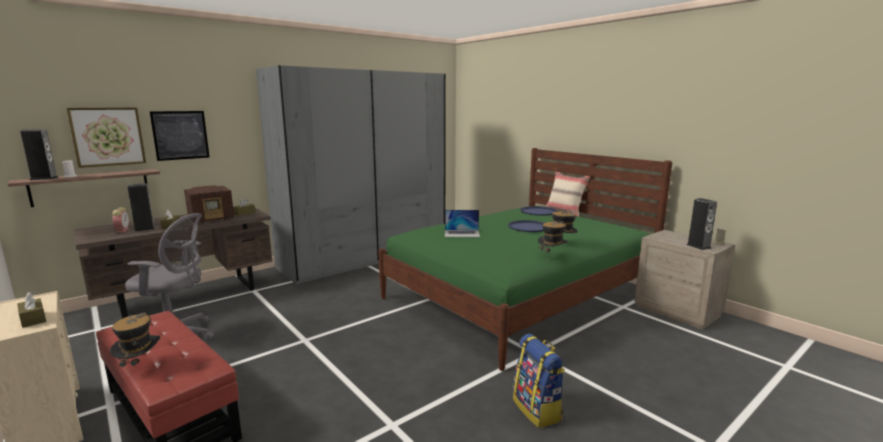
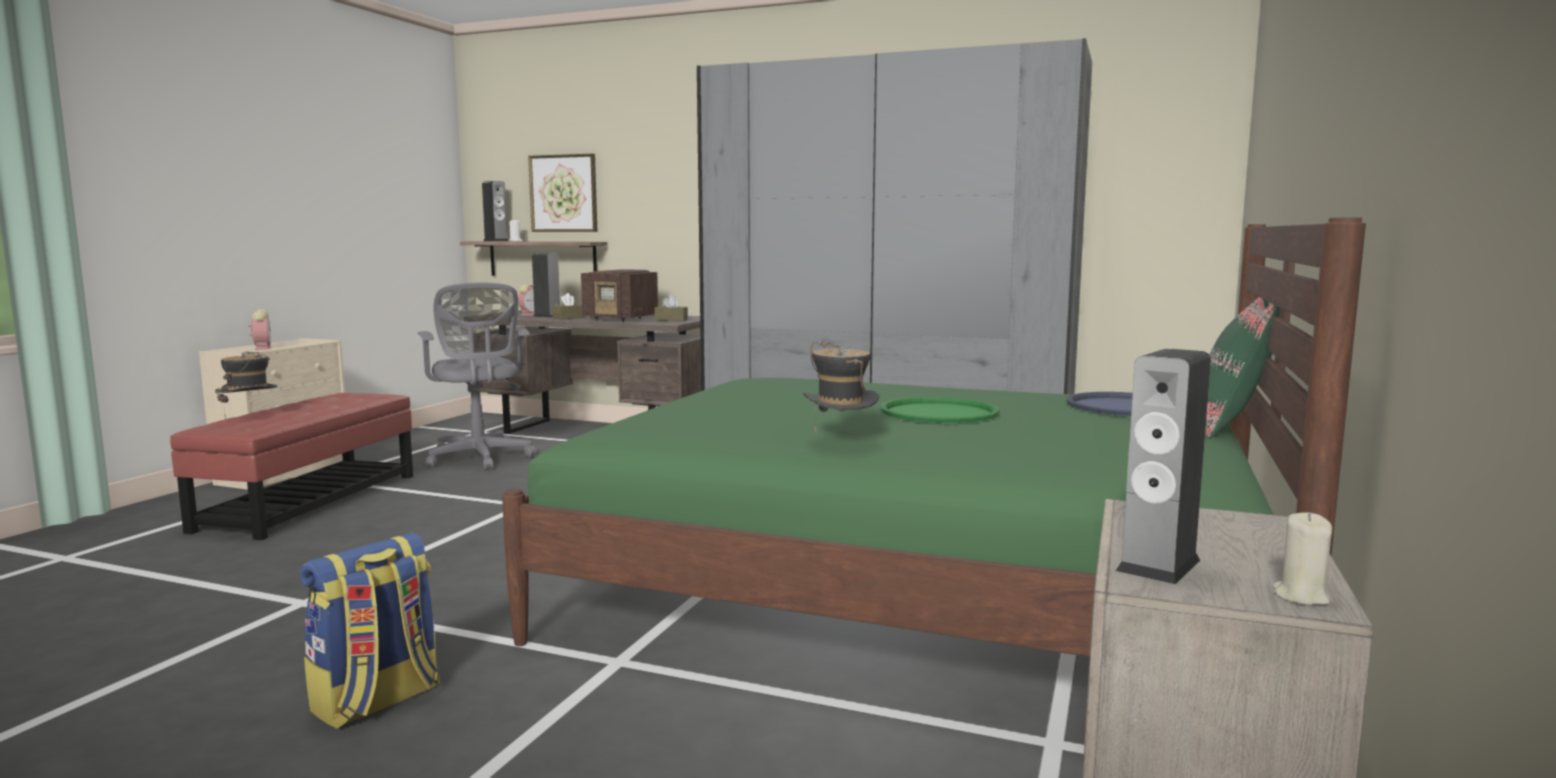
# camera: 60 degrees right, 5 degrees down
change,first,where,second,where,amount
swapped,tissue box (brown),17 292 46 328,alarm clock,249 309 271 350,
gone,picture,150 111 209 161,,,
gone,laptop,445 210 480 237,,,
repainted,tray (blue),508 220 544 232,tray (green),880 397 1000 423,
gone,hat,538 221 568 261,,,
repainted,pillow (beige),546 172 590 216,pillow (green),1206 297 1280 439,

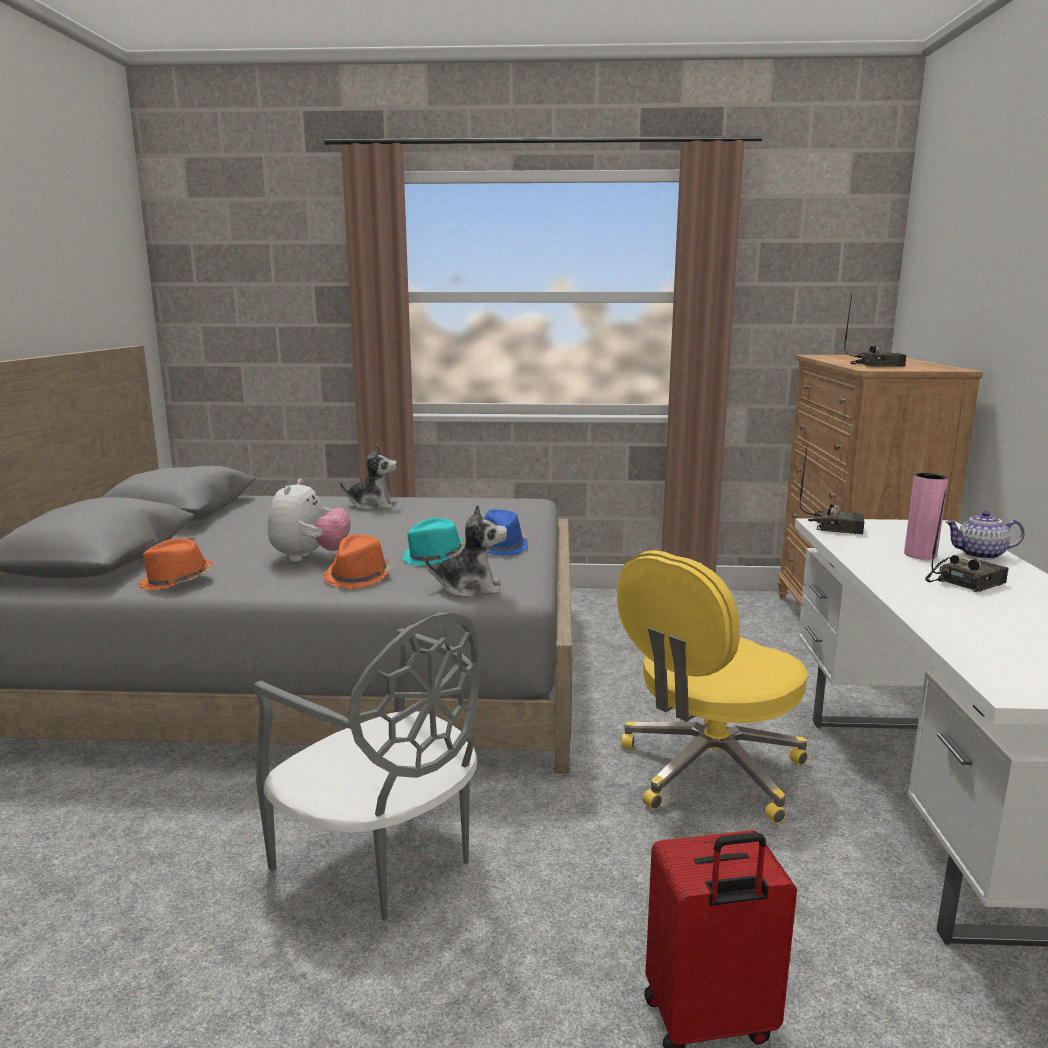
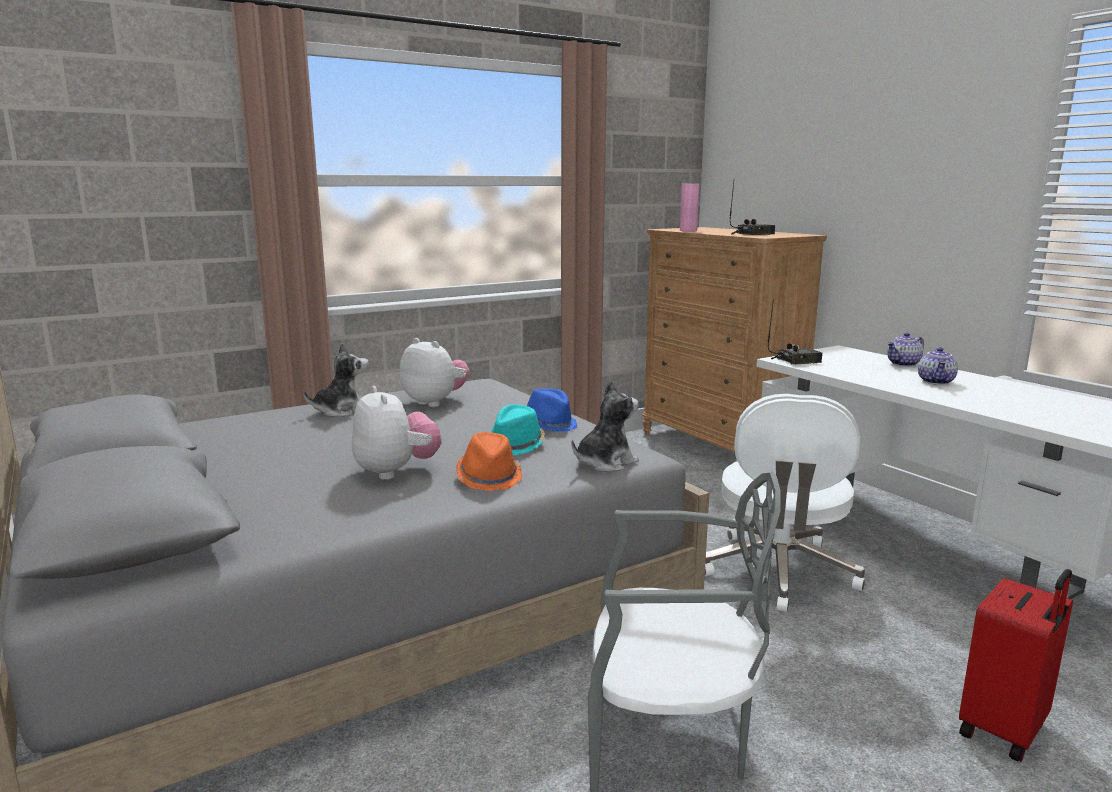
# camera: 35 degrees left, 0 degrees up
change,first,where,second,where,amount
gone,hat (orange),138 538 213 590,,,
repainted,office chair (yellow),617 550 808 824,office chair (white),705 394 865 612,
shifted,vase (pink),904 473 948 560,,680 183 699 232,
swapped,radio,925 489 1009 592,teapot,918 347 958 385,
new,,,plush toy,400 338 469 407,

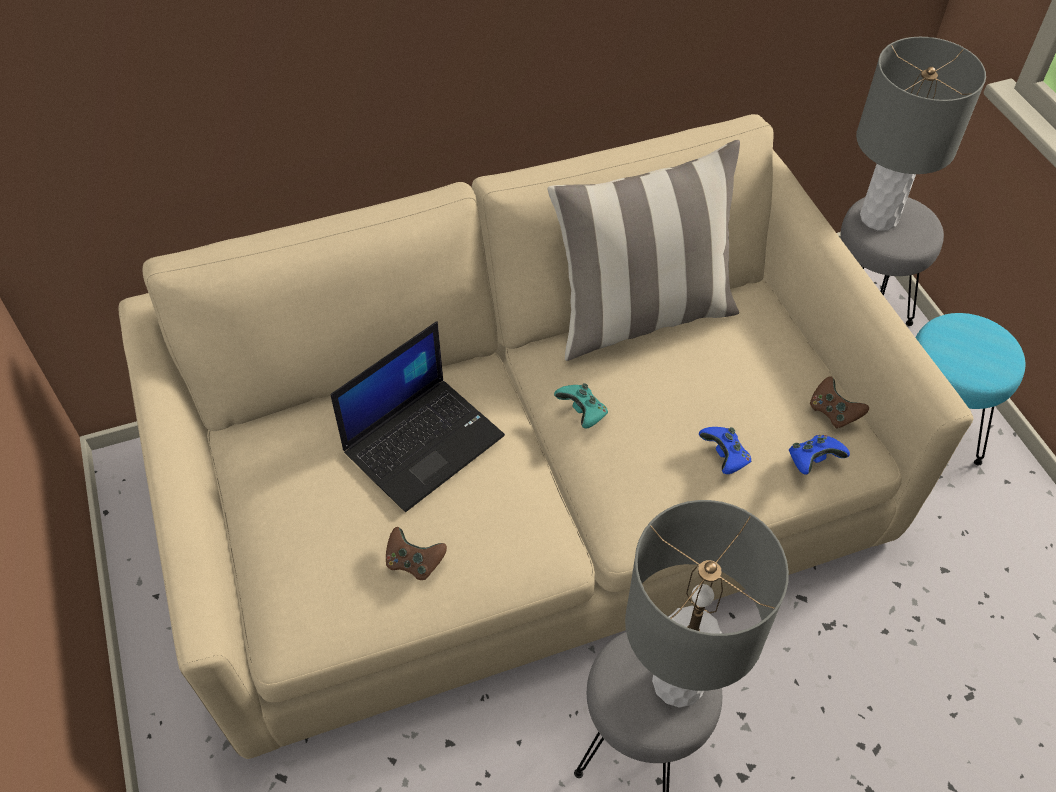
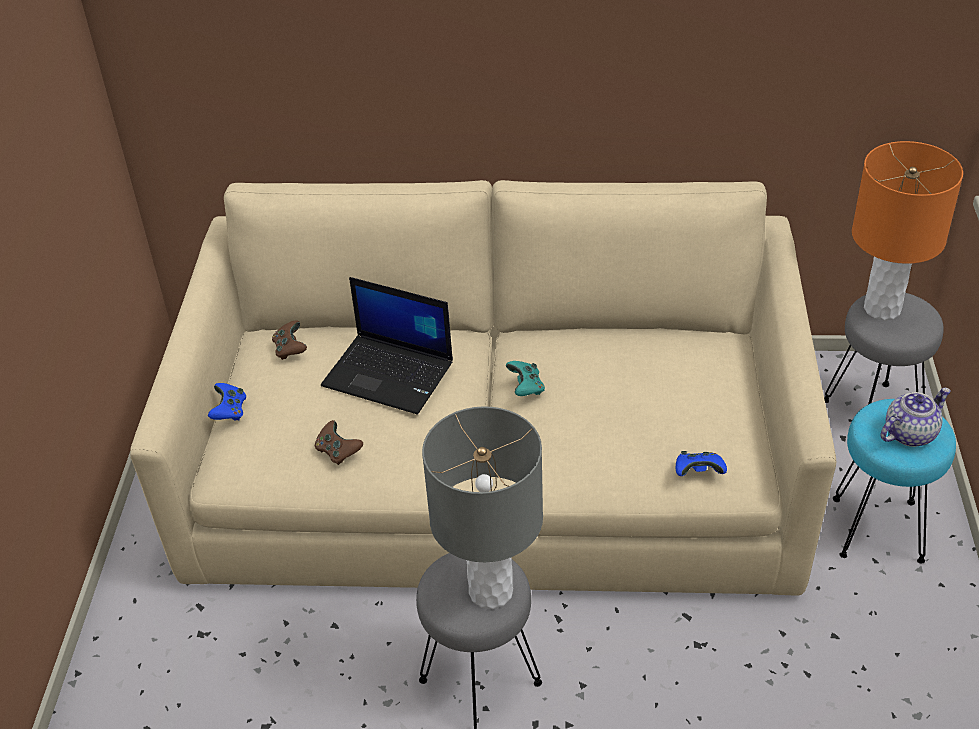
# camera: 25 degrees right, 10 degrees down
change,first,where,second,where,amount
rotated,laptop,331 321 505 512,,321 277 453 415,45 degrees clockwise
gone,pillow,547 140 740 361,,,
shifted,game controller (blue),699 427 751 474,,208 383 246 421,
shifted,game controller (brown),810 376 869 429,,272 320 307 360,
repainted,table lamp (grey),856 37 986 231,table lamp (orange),852 141 963 320,
new,,,teapot,880 388 951 447,

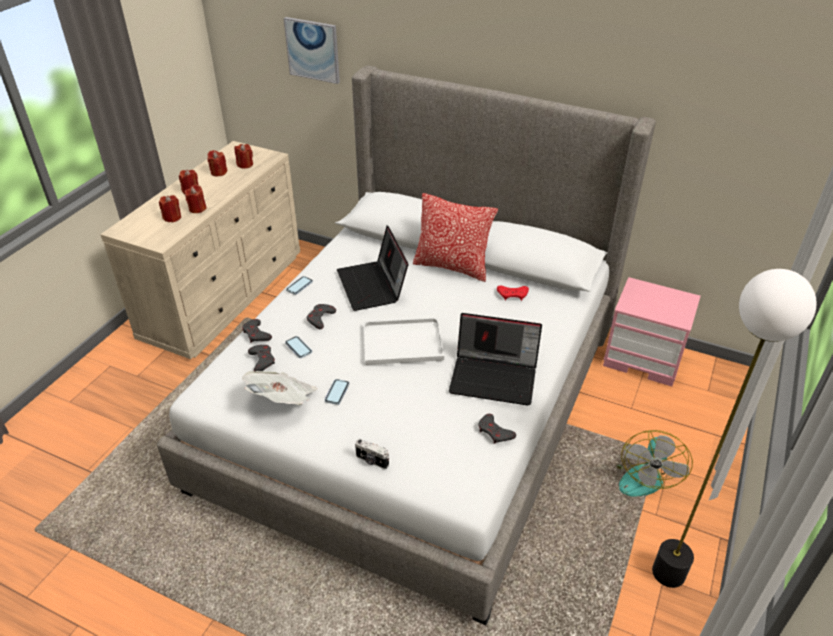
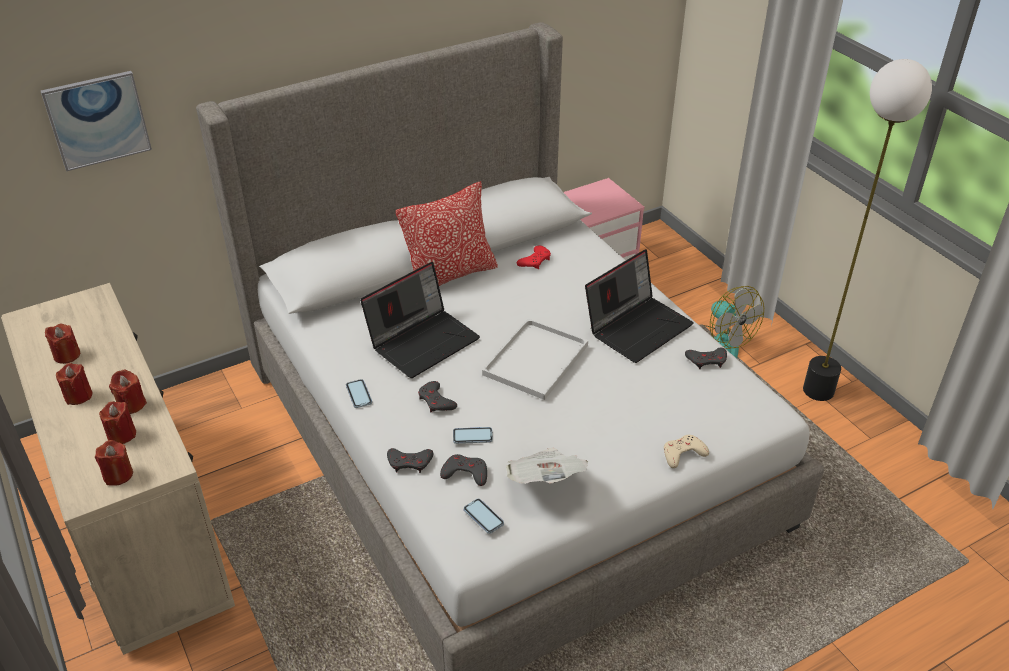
# camera: 55 degrees left, 0 degrees up
change,first,where,second,where,amount
shifted,candle (red),234 144 253 168,,95 440 133 486,
shifted,phone,325 379 349 405,,464 499 504 534,
rotated,laptop,337 225 408 311,,360 262 480 378,60 degrees counterclockwise
swapped,photo camera,355 439 389 469,game controller (beige),664 435 709 468,

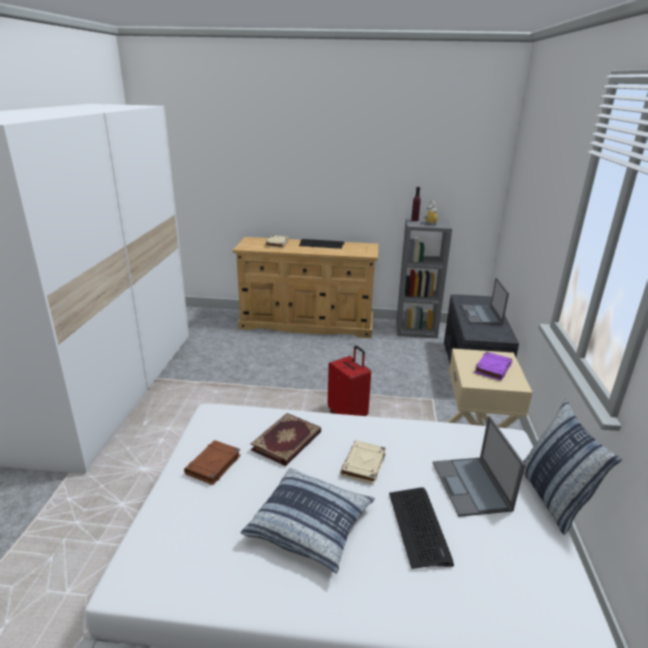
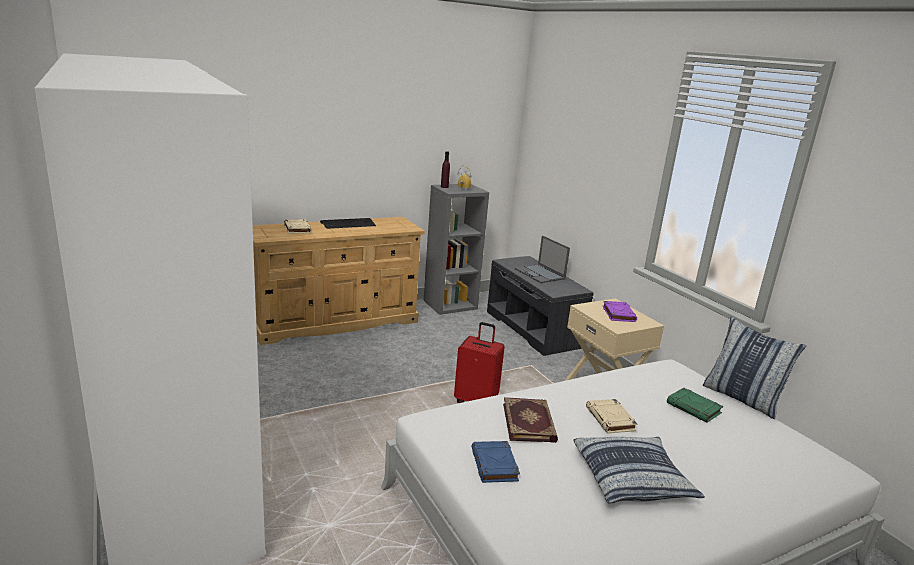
# camera: 35 degrees left, 5 degrees down
change,first,where,second,where,amount
repainted,book (brown),184 440 241 485,book (blue),472 441 520 483,
gone,keyboard,389 487 454 569,,,
swapped,laptop,433 416 525 517,book (green),667 388 723 423,

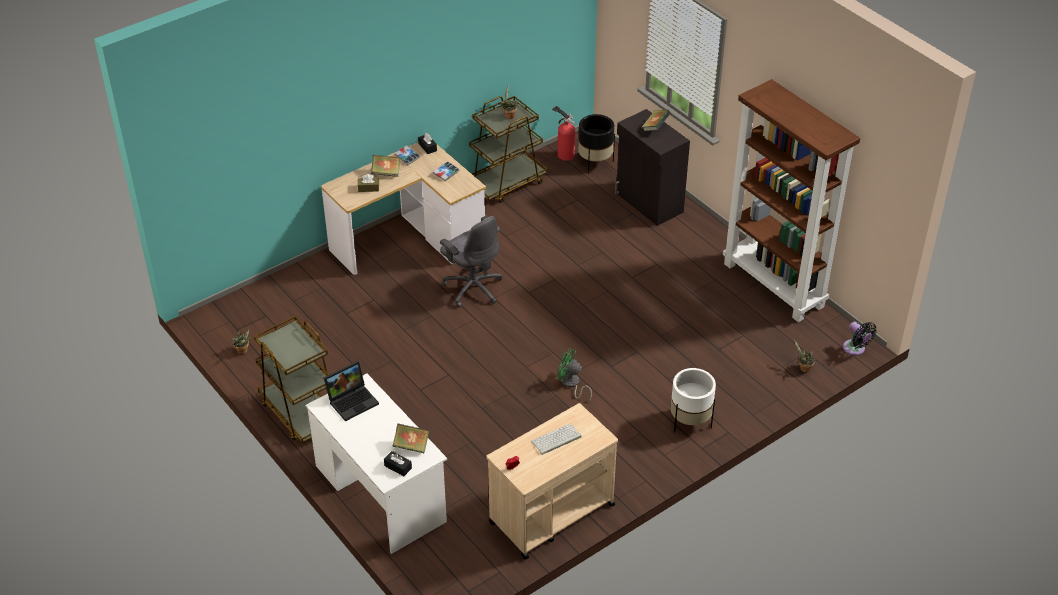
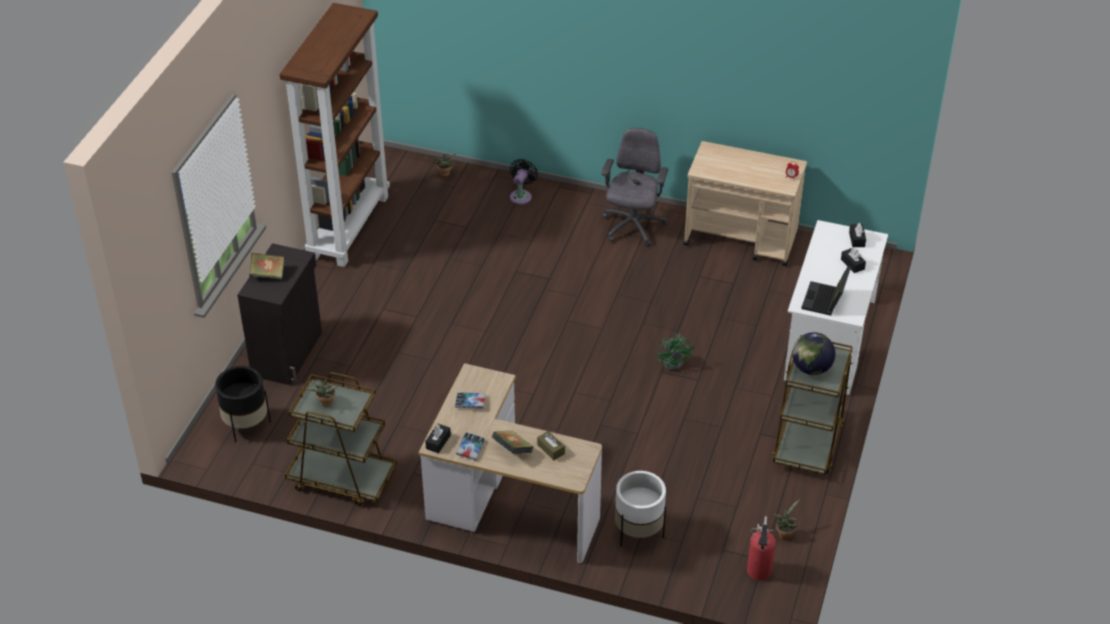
# camera: 125 degrees left, 0 degrees up
change,first,where,second,where,amount
rotated,laptop,323 361 379 421,,801 266 851 316,90 degrees counterclockwise
gone,book,392 424 429 453,,,
shifted,office chair (grey),440 216 502 308,,601 128 668 247,
gone,keyboard,531 424 581 455,,,
shifted,fire extinguisher,552 106 575 161,,747 516 776 580,
shifted,fan (green),558 348 592 402,,657 334 693 371,
shifted,planter (white),670 368 716 433,,615 471 666 547,
shifted,fan (black),843 322 877 356,,510 159 538 205,
new,,,globe,792 332 835 375,
new,,,tissue box (black),841 247 866 273,

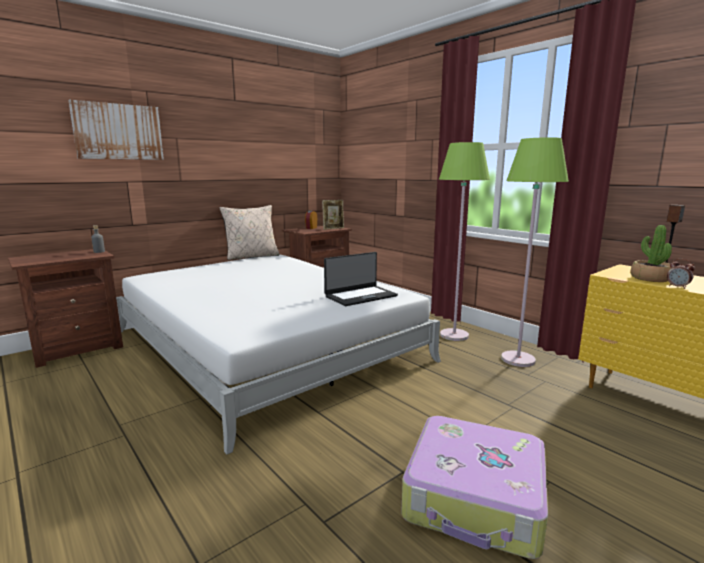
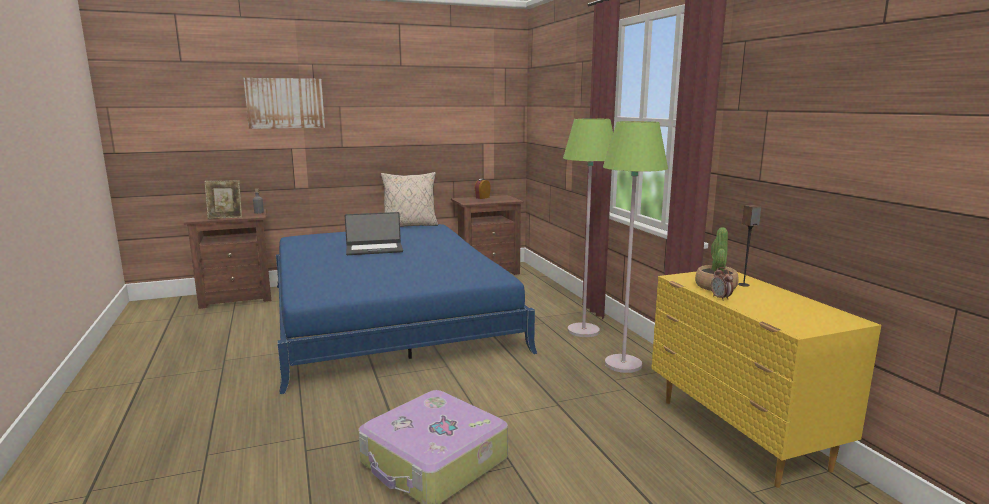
# camera: 20 degrees right, 0 degrees up
change,first,where,second,where,amount
repainted,bed (white),116 255 441 455,bed (blue),276 224 537 394,
shifted,picture frame,322 200 344 230,,205 181 242 219,
shifted,laptop,324 252 398 306,,345 212 403 255,

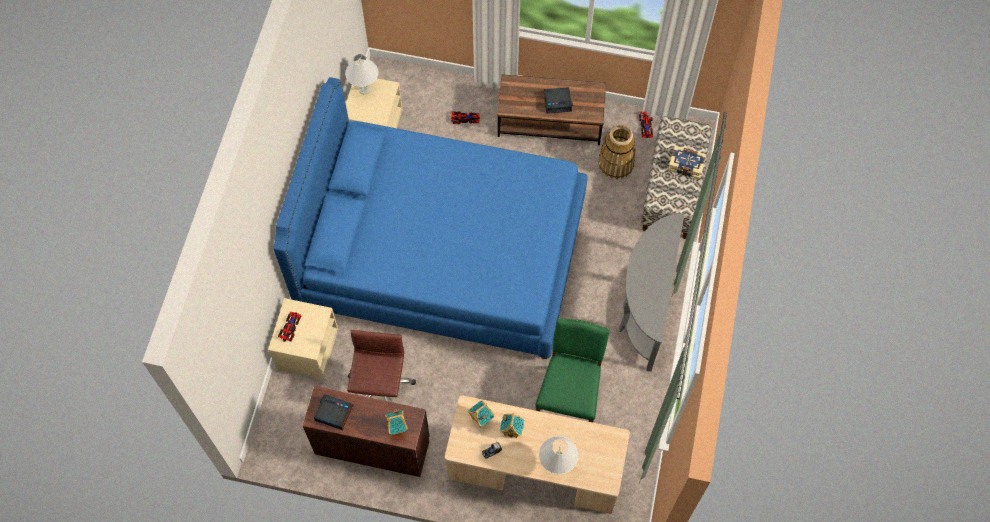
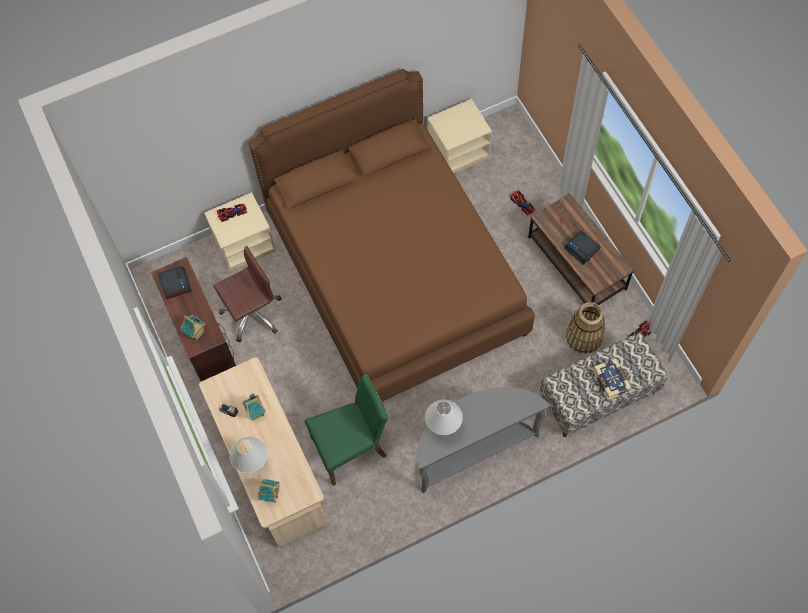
# camera: 55 degrees right, 0 degrees up
change,first,where,second,where,amount
repainted,bed (blue),273 78 588 359,bed (brown),248 69 535 401,
shifted,table lamp (white),345 54 378 95,,425 400 463 435,
shifted,toy house,467 401 495 428,,257 479 280 503,

